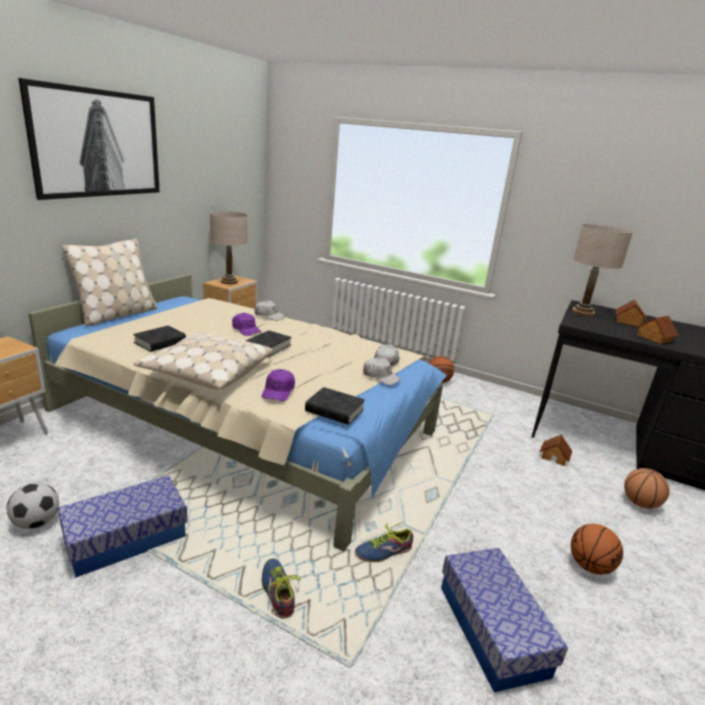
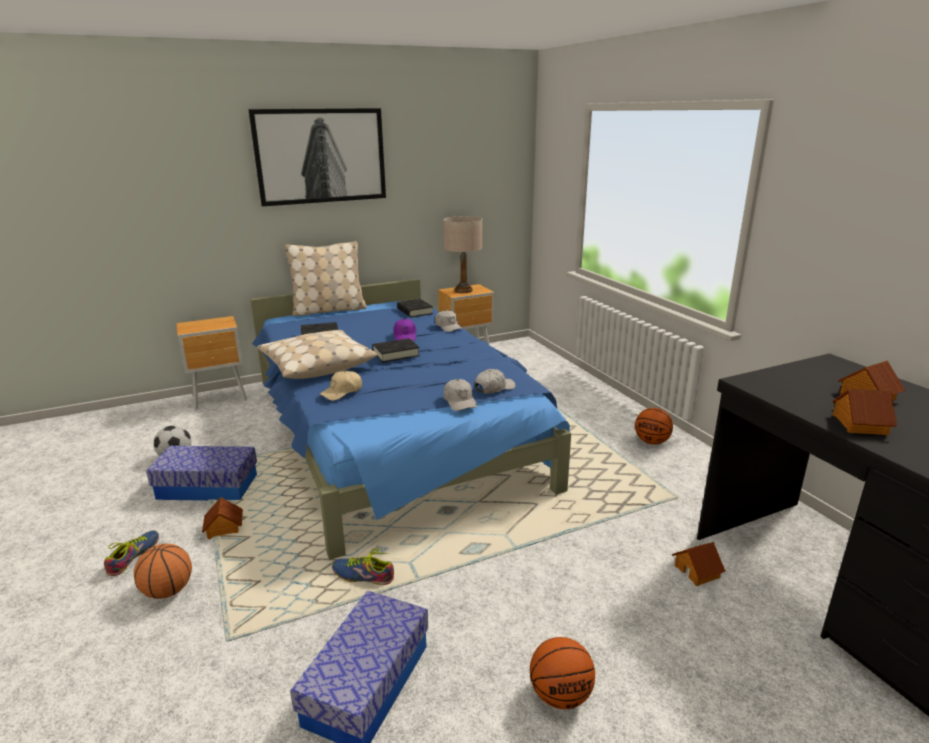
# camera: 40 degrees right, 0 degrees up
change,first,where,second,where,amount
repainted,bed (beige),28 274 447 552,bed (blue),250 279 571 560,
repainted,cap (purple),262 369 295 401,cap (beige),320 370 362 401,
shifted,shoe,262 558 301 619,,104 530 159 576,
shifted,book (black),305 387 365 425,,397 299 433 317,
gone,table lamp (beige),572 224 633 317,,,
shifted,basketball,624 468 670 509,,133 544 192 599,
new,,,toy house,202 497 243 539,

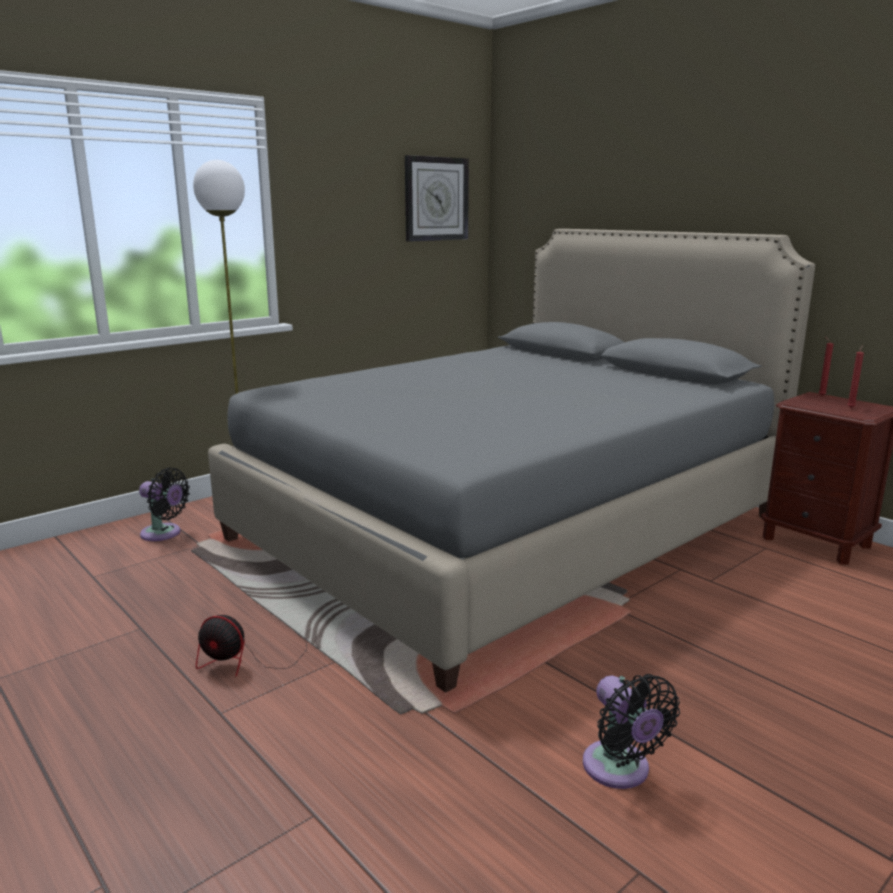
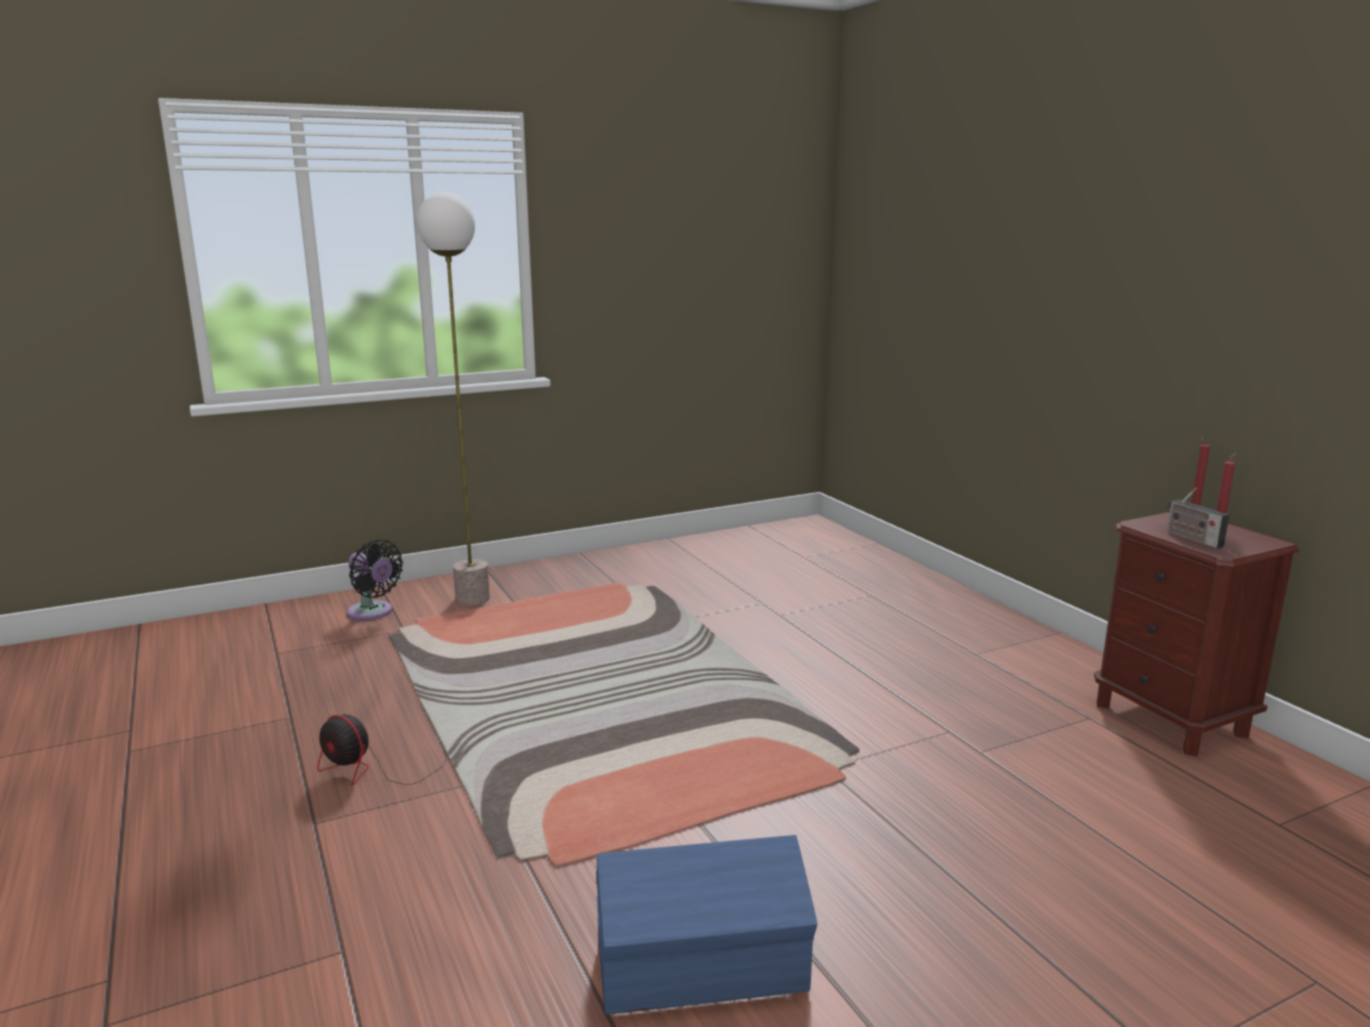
# camera: 15 degrees right, 0 degrees up
change,first,where,second,where,amount
gone,bed (grey),208 229 815 693,,,
gone,wall clock,405 155 469 242,,,
swapped,fan (black),583 674 680 789,storage box (blue),596 835 817 1015,
new,,,radio,1167 487 1229 549,

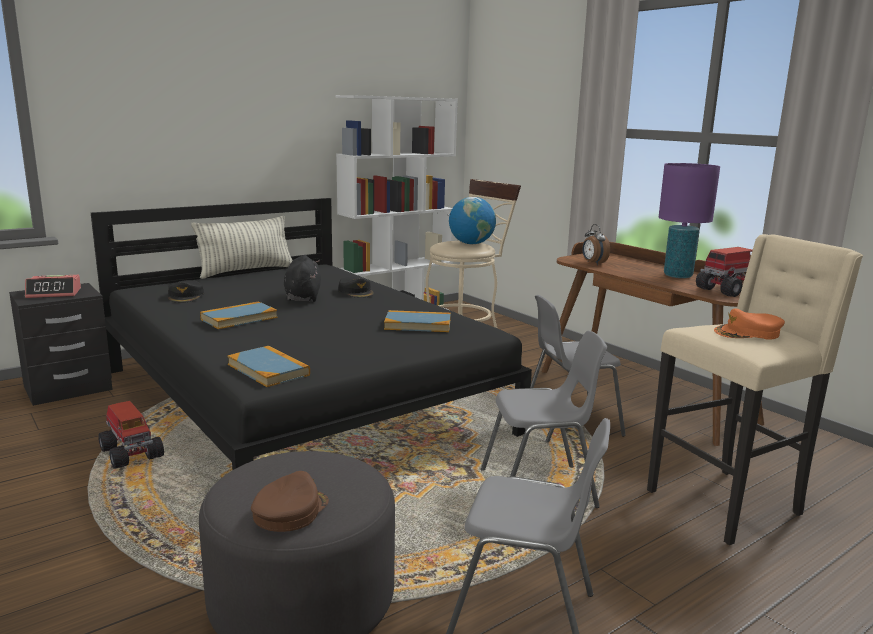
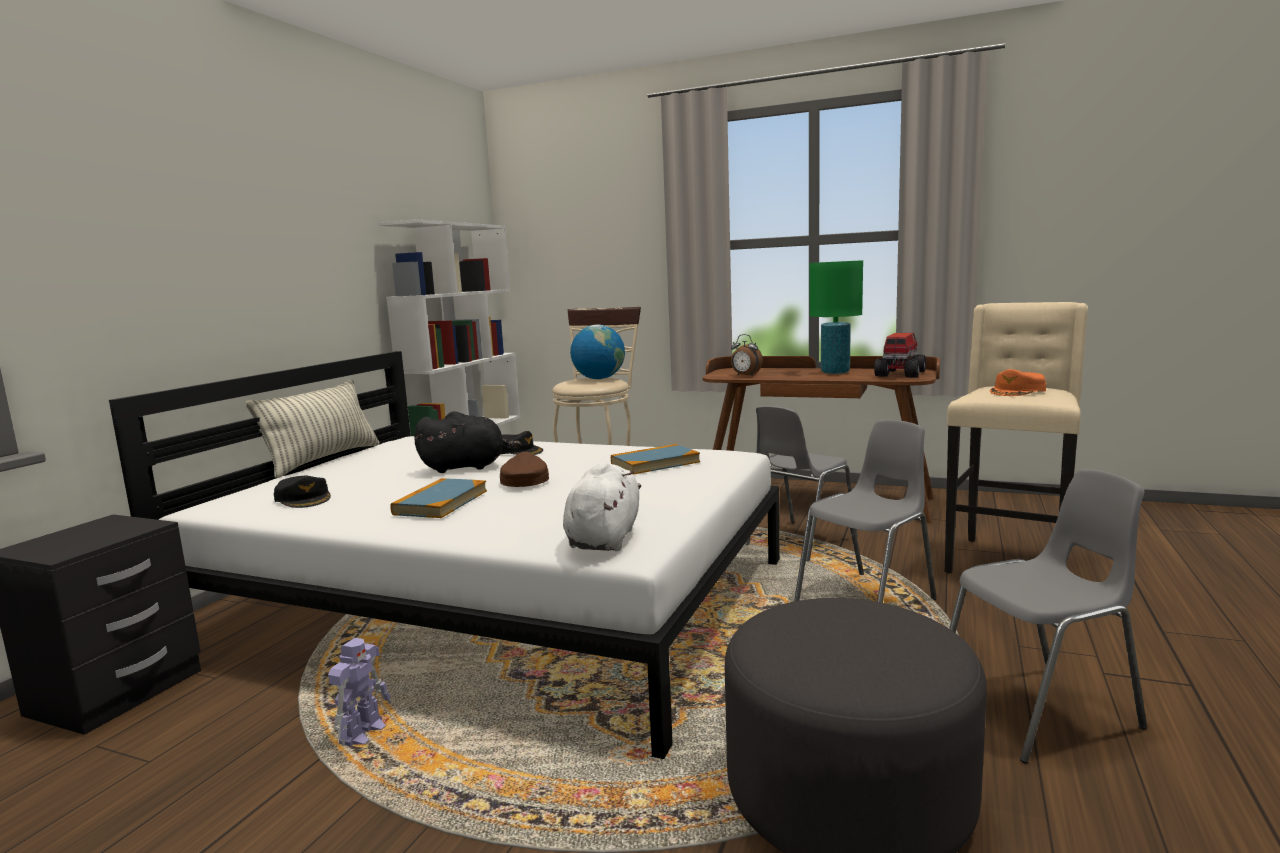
# camera: 30 degrees left, 5 degrees down
change,first,where,second,where,amount
gone,alarm clock,25 275 81 298,,,
repainted,bed (black),91 198 532 470,bed (white),109 351 780 759,
swapped,toy truck,98 401 164 469,toy robot,328 638 391 747,
swapped,book,227 346 310 387,plush toy (white),563 462 641 551,
shifted,cap (brown),251 471 329 532,,500 452 549 487,
rotated,plush toy (black),284 255 321 302,,414 411 521 473,120 degrees clockwise
repainted,table lamp (purple),659 163 720 278,table lamp (green),809 260 863 374,

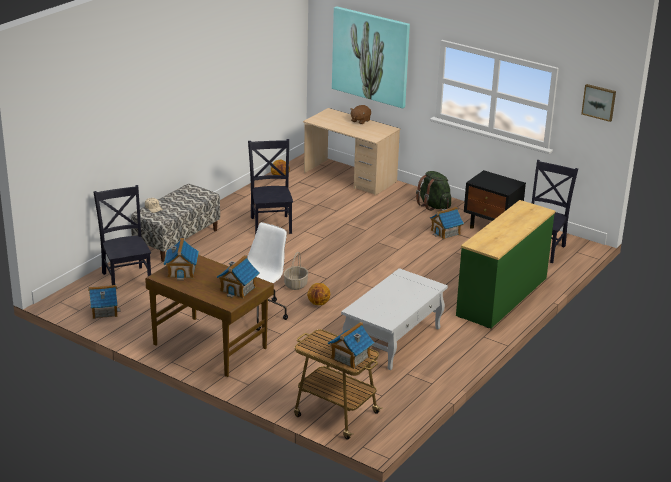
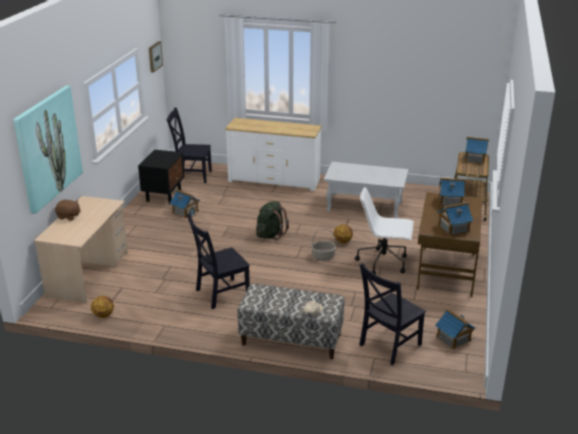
# camera: 110 degrees left, 0 degrees up
change,first,where,second,where,amount
shifted,backpack (green),416 171 451 211,,256 201 289 240,
repainted,dresser (green),456 200 555 329,dresser (white),225 118 322 191,

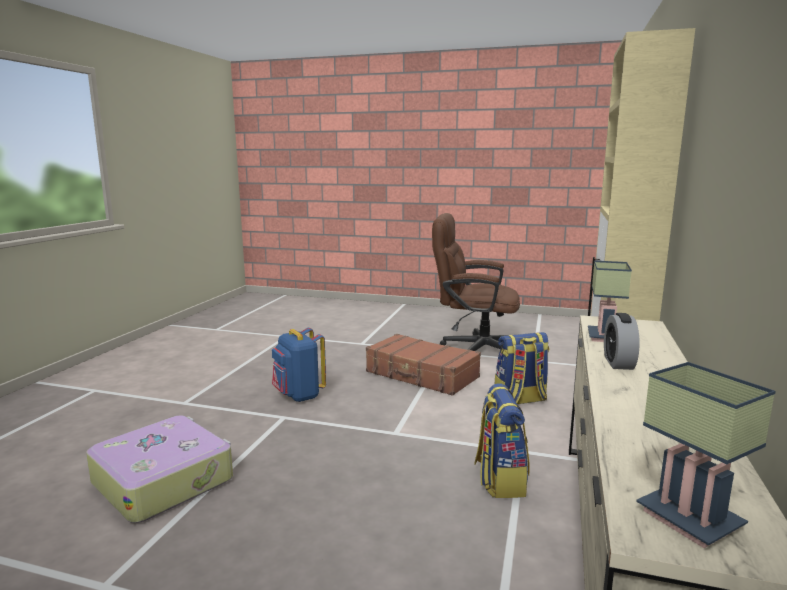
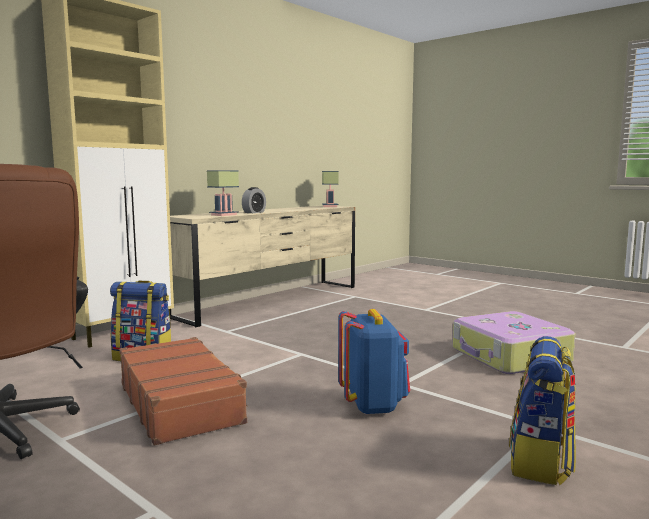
# camera: 155 degrees left, 5 degrees down
change,first,where,second,where,amount
shifted,backpack,474 383 529 498,,509 336 576 485,

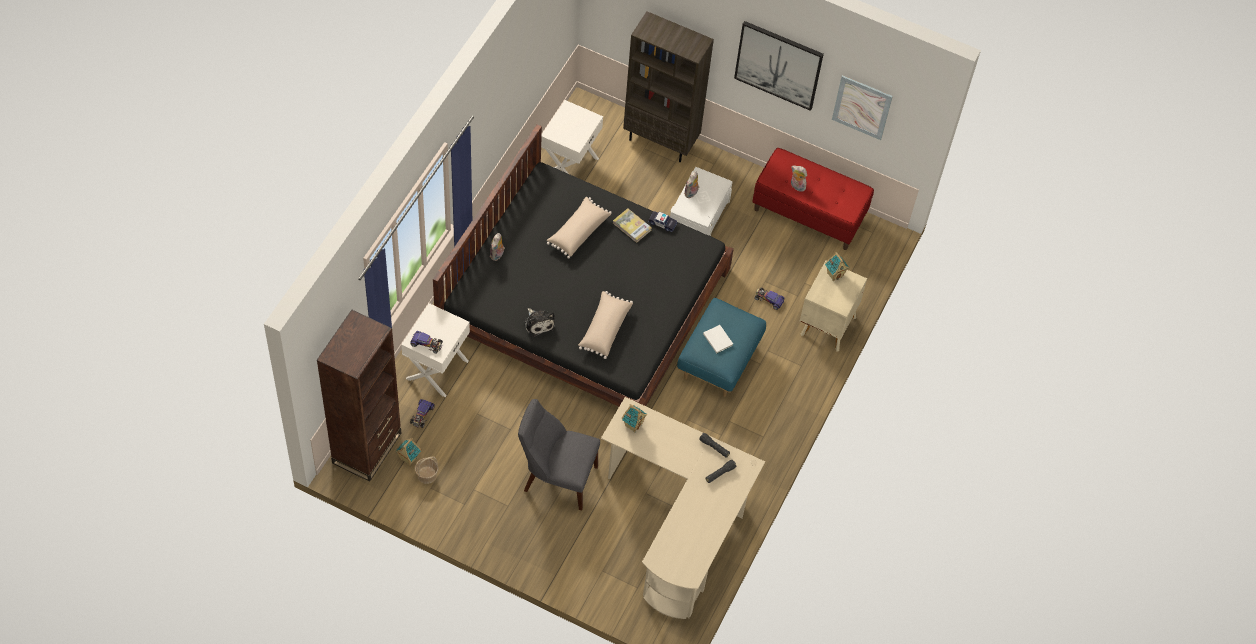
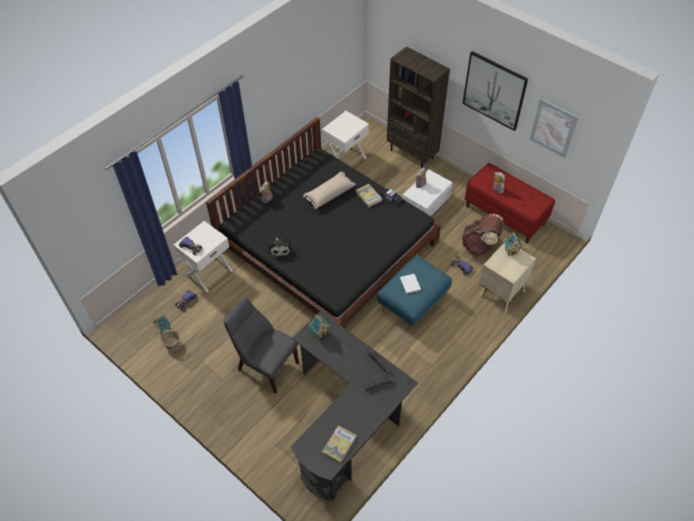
# camera: 20 degrees right, 5 degrees down
change,first,where,second,where,amount
gone,bookcase (brown),317 310 401 482,,,
gone,pillow (beige),578 291 633 359,,,
repainted,desk (beige),601 397 765 619,desk (black),291 311 418 501,
new,,,book,322 425 356 463,
new,,,backpack (brown),462 214 504 256,

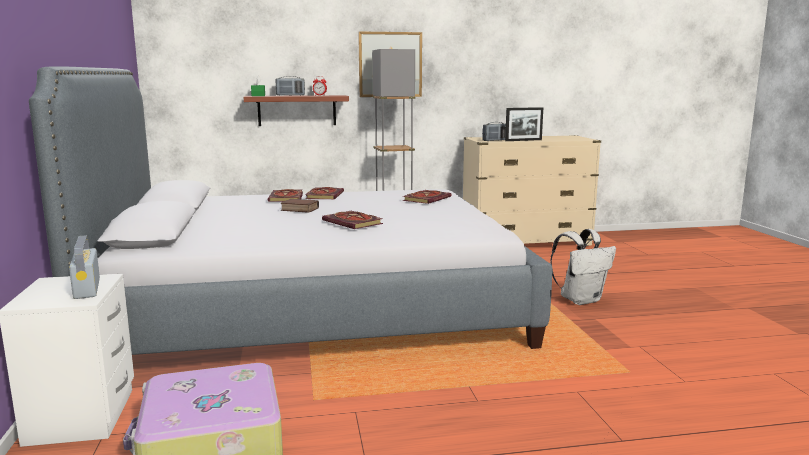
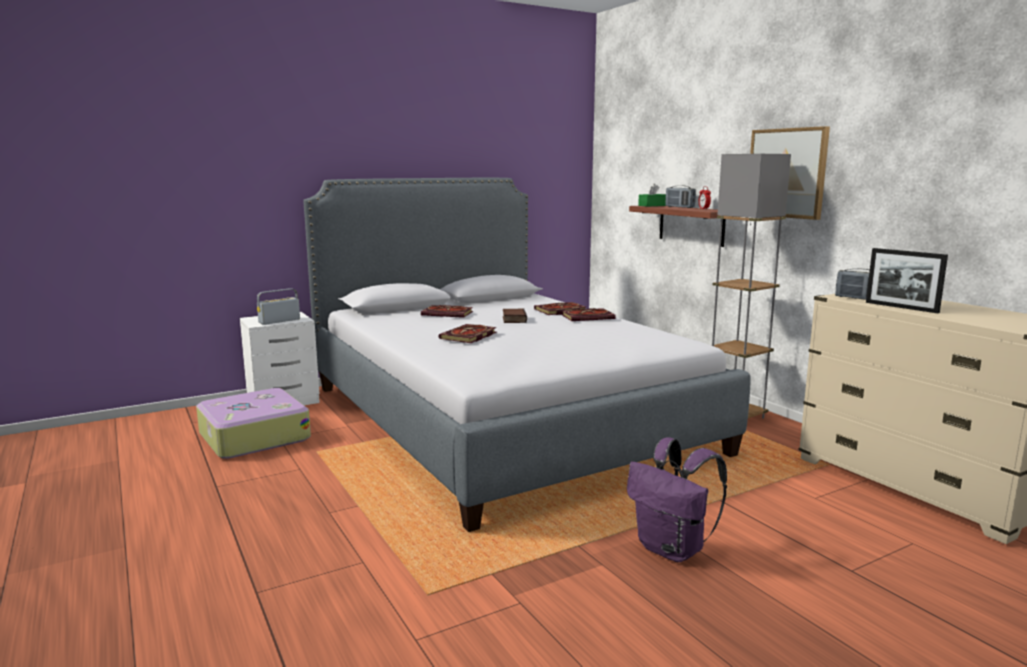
# camera: 70 degrees right, 0 degrees up
change,first,where,second,where,amount
shifted,book,403 190 451 204,,421 305 473 318,
repainted,backpack (white),550 229 616 305,backpack (purple),627 438 727 562,

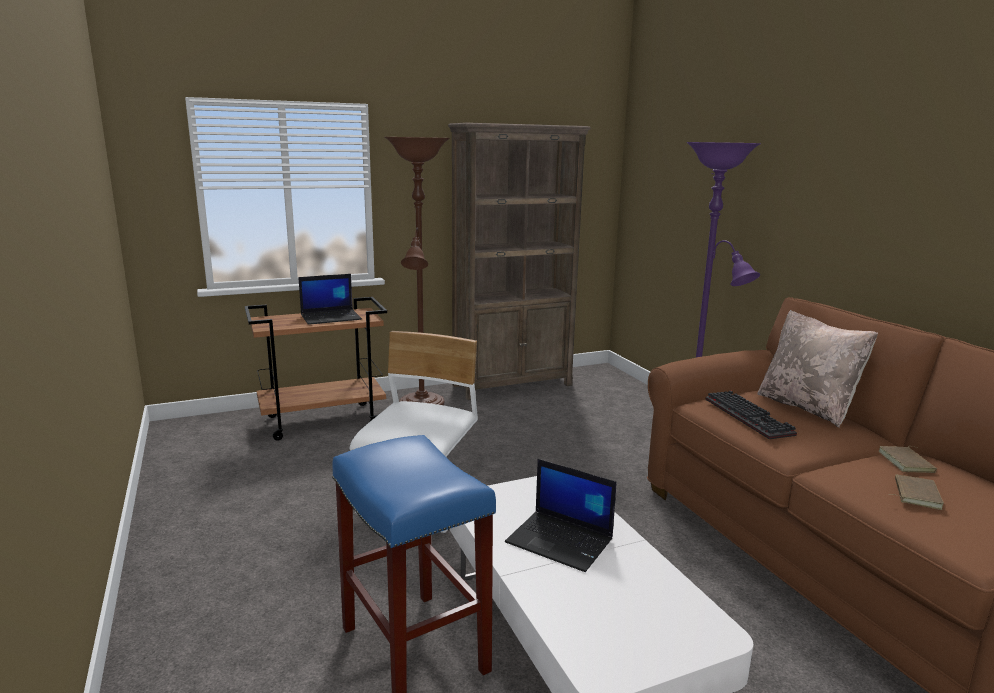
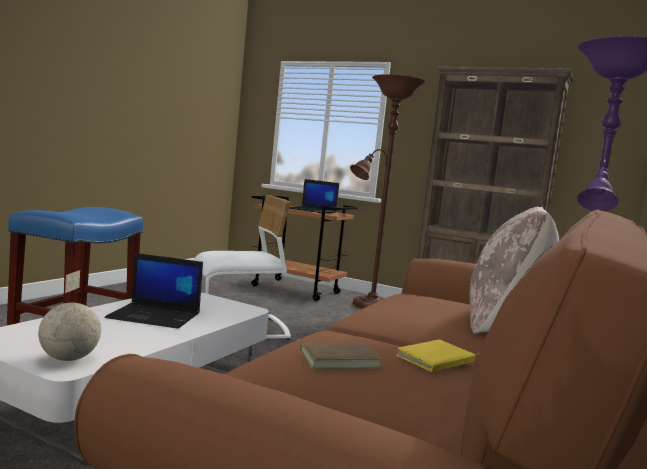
# camera: 50 degrees right, 10 degrees down
change,first,where,second,where,amount
rotated,laptop,505 459 617 572,,105 253 203 329,75 degrees counterclockwise
gone,keyboard,706 391 797 439,,,
repainted,book (brown),879 446 937 473,book (yellow),397 339 478 372,
new,,,globe,38 270 101 361,

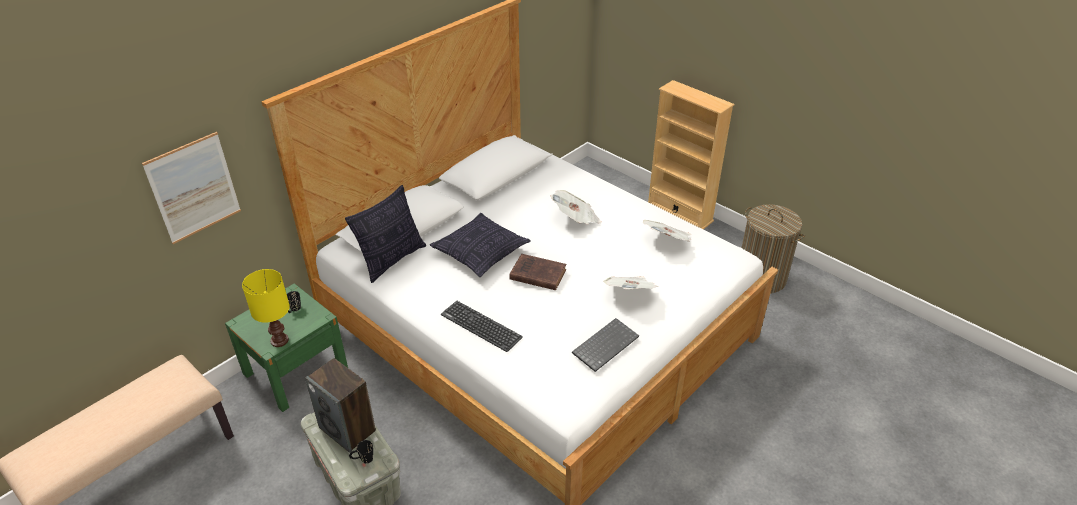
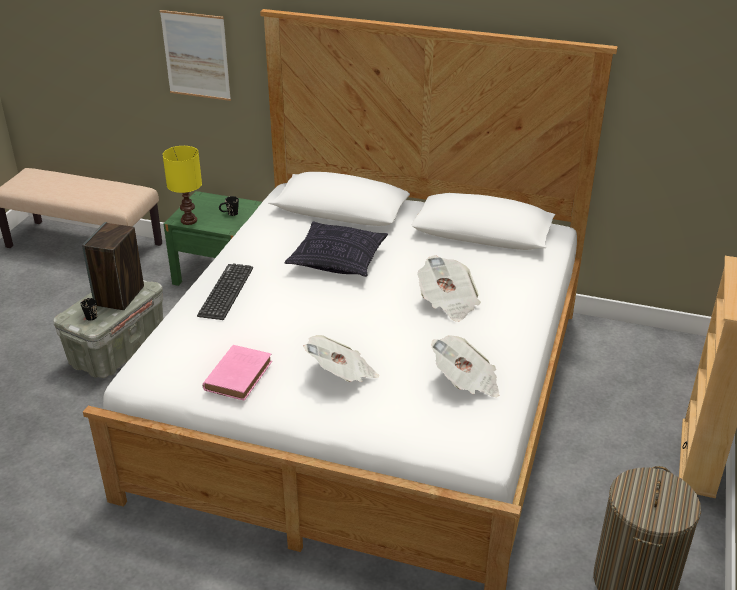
# camera: 65 degrees right, 5 degrees down
change,first,where,second,where,amount
gone,pillow,345 185 426 283,,,
gone,book (brown),509 254 566 290,,,
swapped,keyboard,572 318 639 372,book (pink),203 345 272 401,

